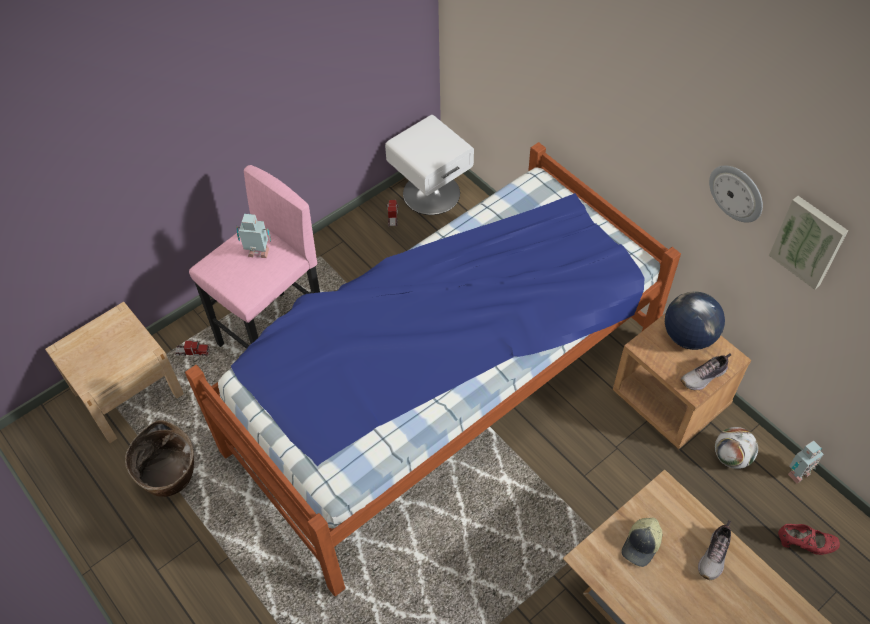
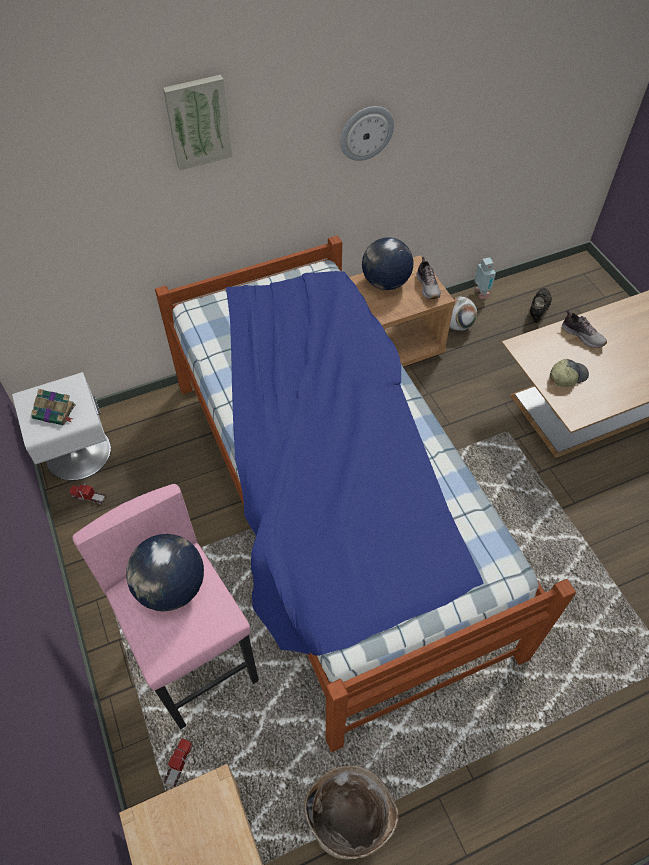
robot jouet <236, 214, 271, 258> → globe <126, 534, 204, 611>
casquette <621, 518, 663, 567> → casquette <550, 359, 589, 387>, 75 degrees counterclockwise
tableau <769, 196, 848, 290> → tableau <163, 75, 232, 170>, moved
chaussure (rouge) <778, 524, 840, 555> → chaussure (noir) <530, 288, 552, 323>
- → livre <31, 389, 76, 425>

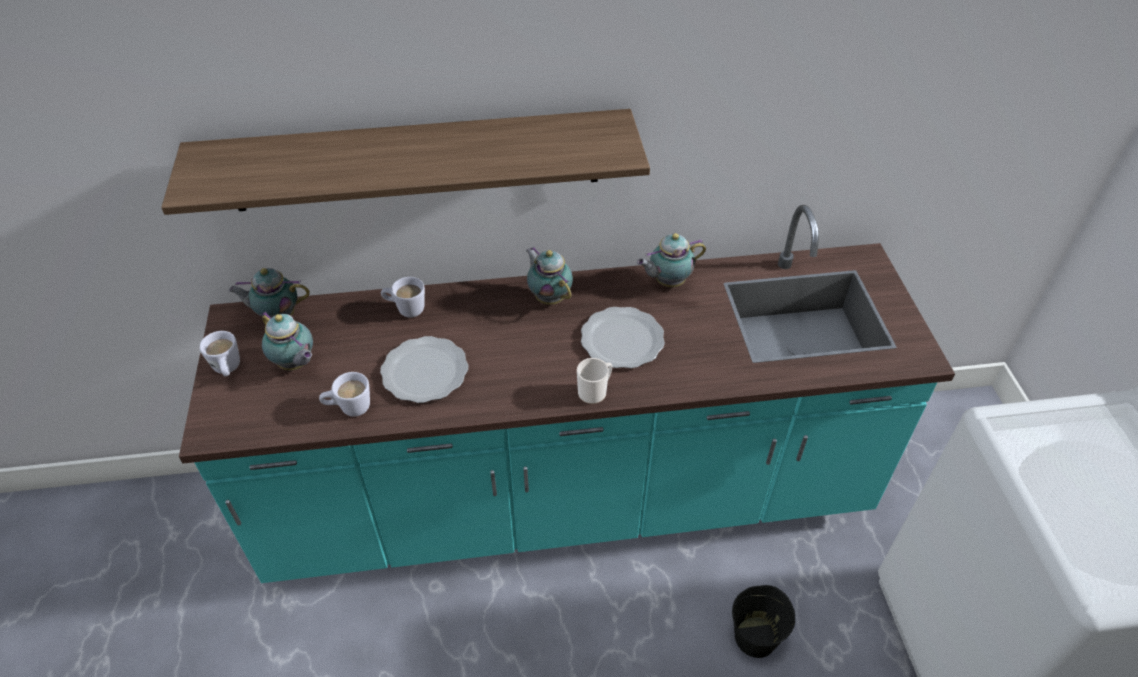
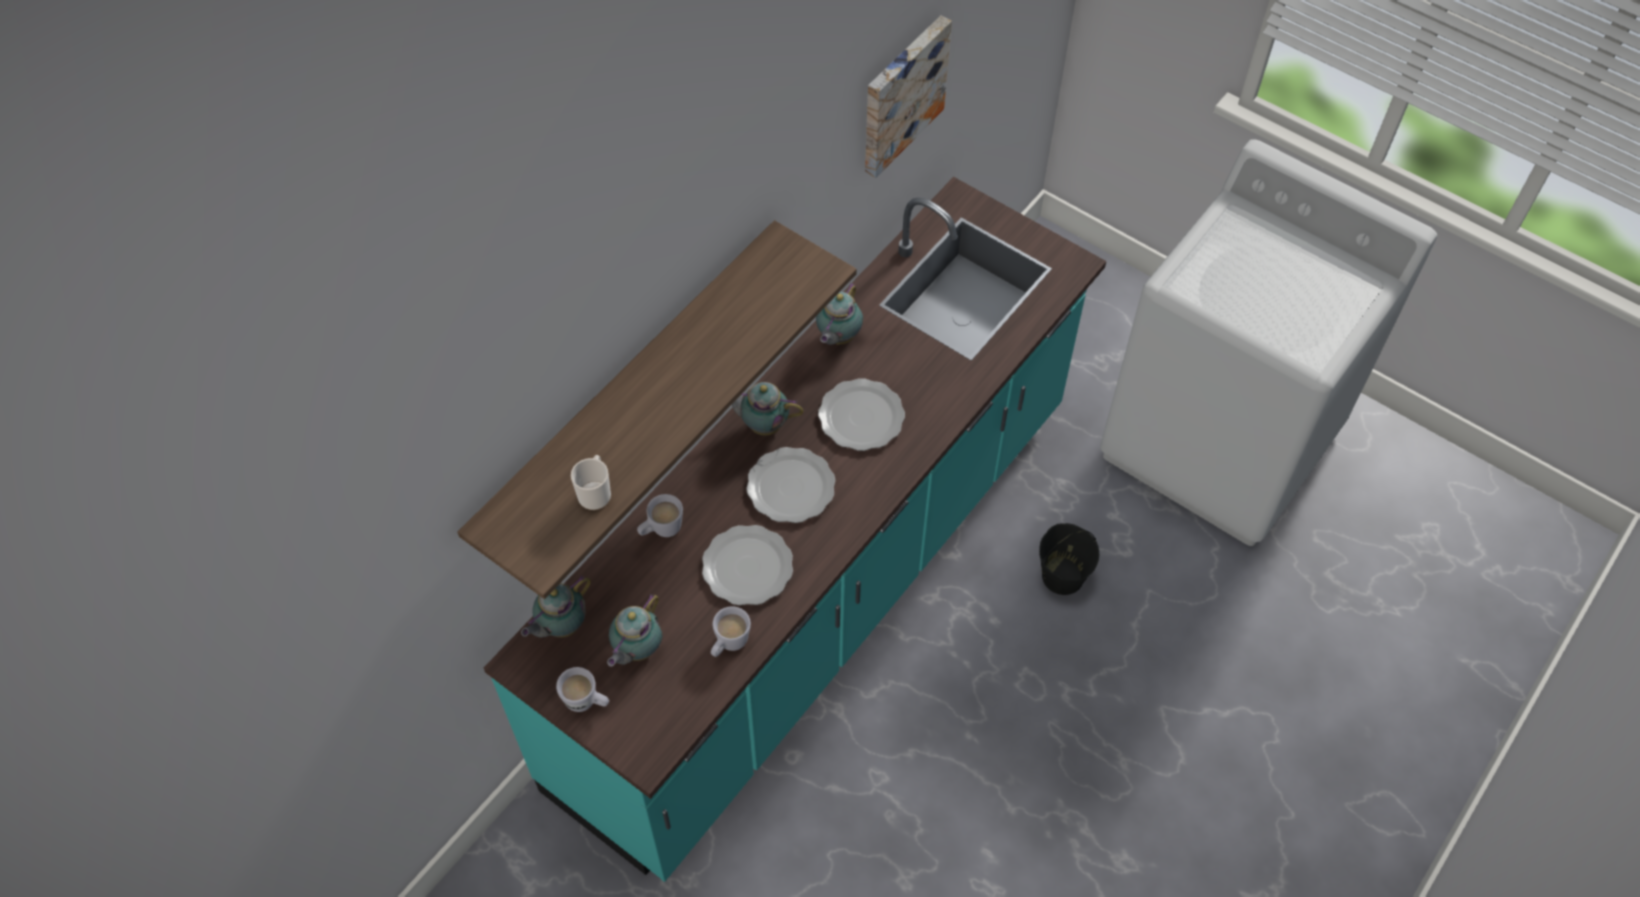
théière <262, 311, 313, 370> → théière <607, 594, 662, 667>, 120 degrees clockwise
mug <577, 358, 612, 404> → mug <571, 455, 611, 510>, moved
- → assiette <746, 447, 835, 523>
- → tableau <865, 15, 952, 178>

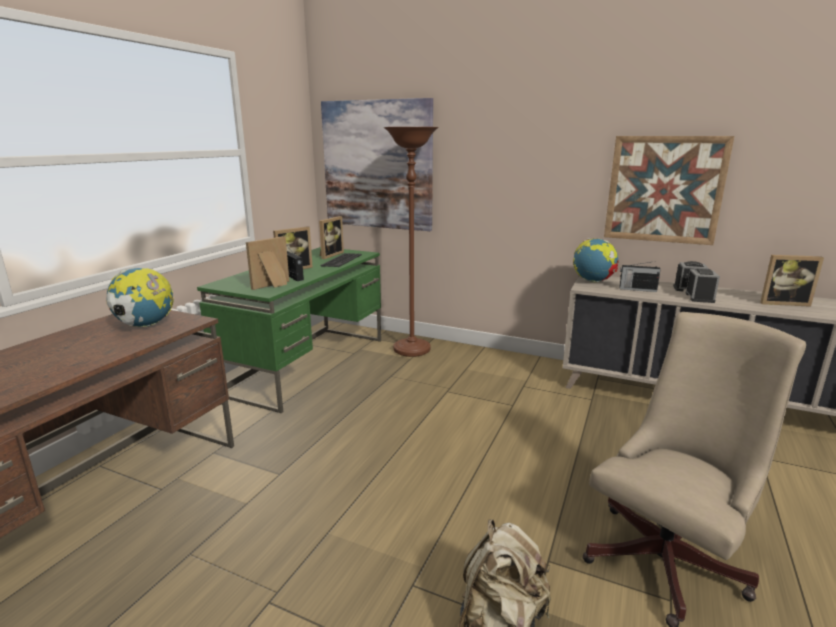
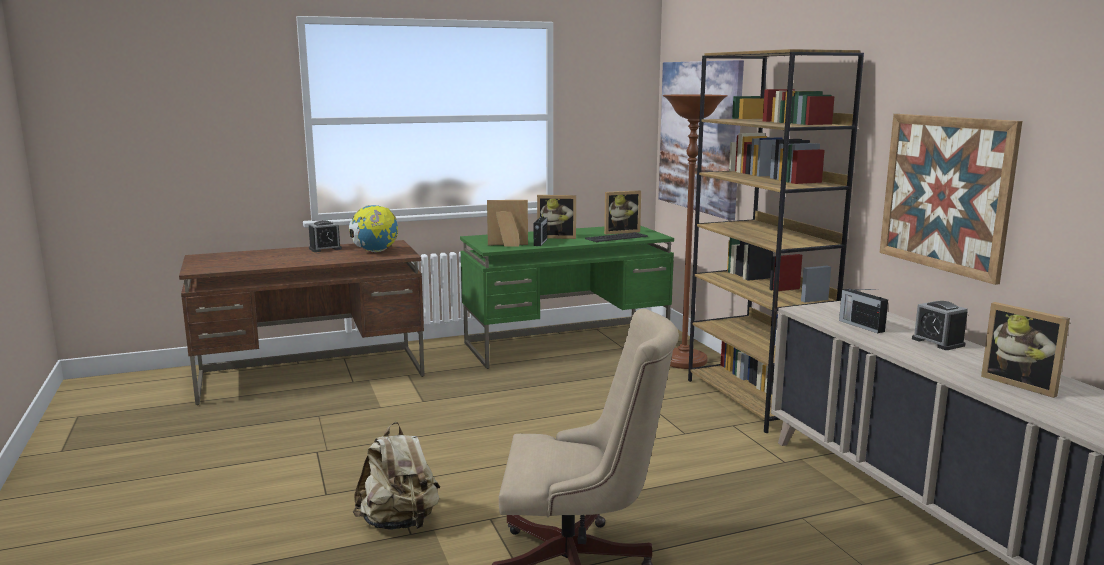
globe <573, 238, 619, 282> → -
réveil <685, 269, 720, 303> → réveil <309, 220, 342, 252>, moved
- → bibliothèque (marron) <688, 49, 864, 433>

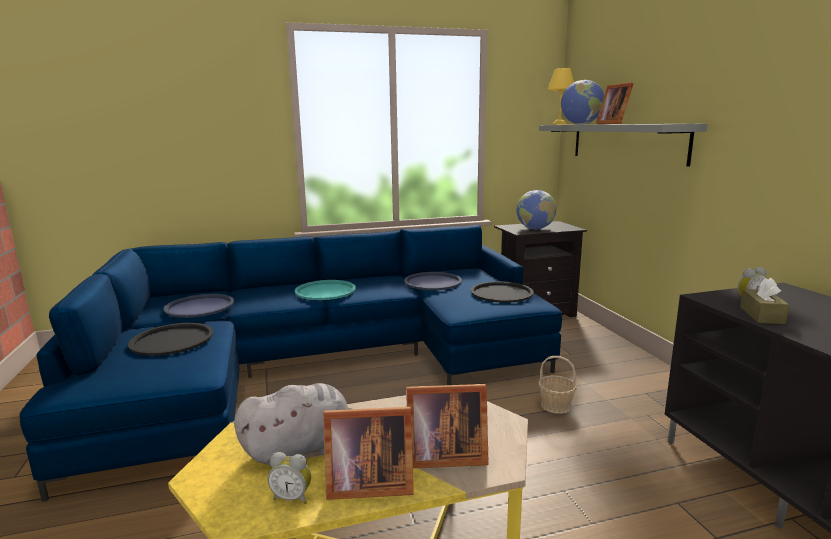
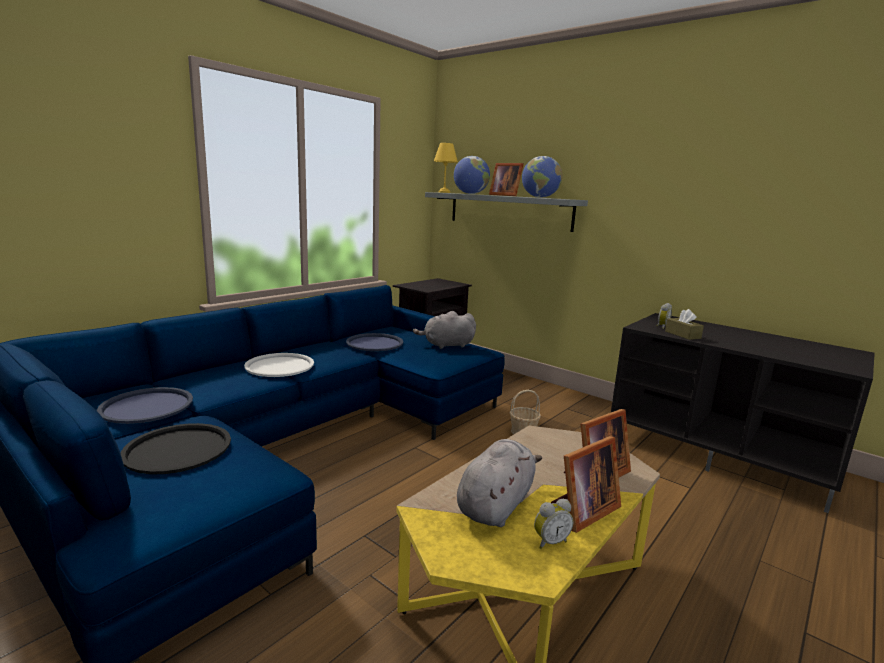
plateau (turquoise) <295, 280, 356, 300> → plateau (blanc) <244, 353, 314, 377>
plateau (noir) <471, 281, 534, 303> → peluche (gris) <413, 311, 476, 349>
globe <516, 190, 556, 229> → globe <522, 156, 562, 198>, moved

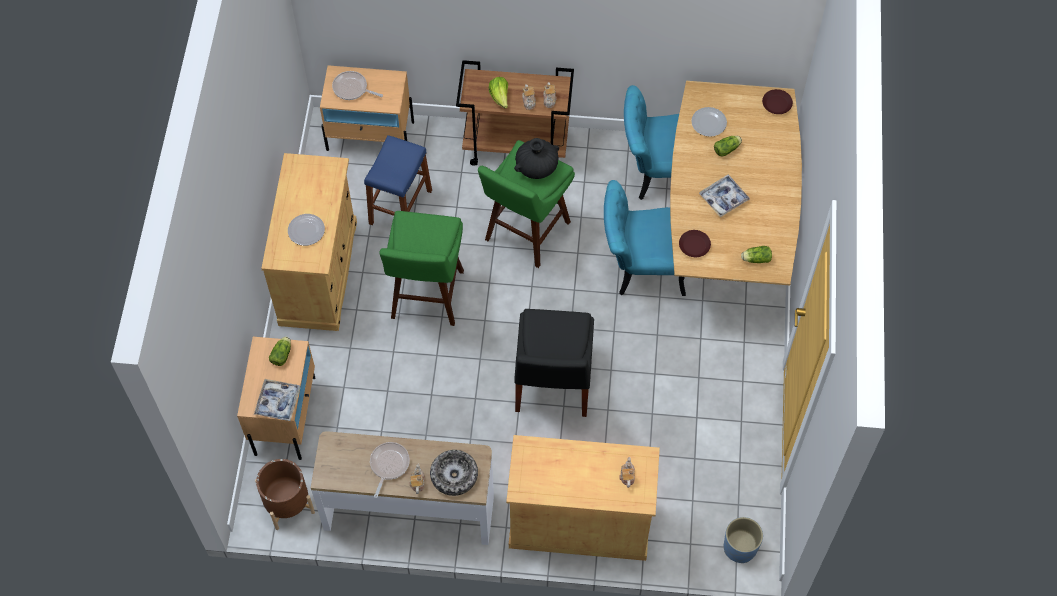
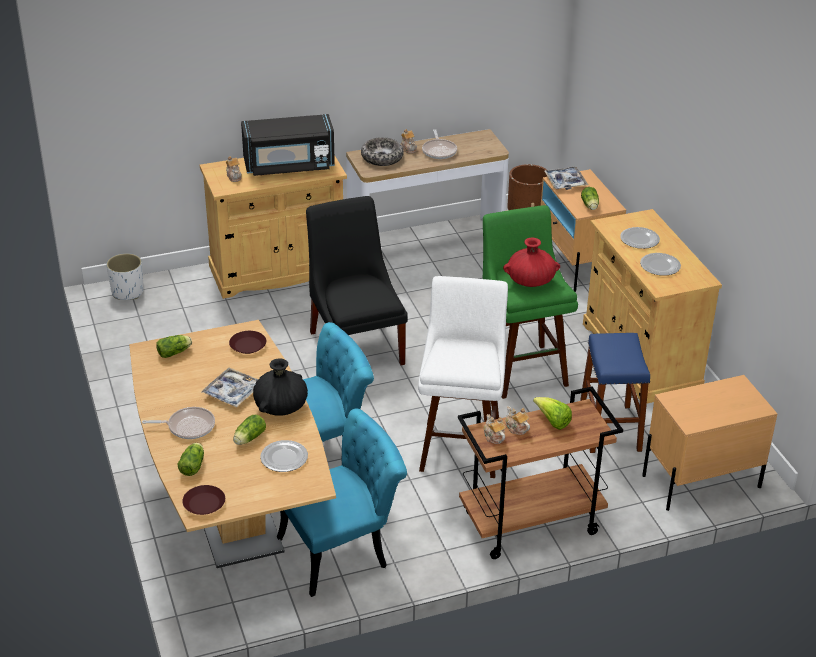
poêle <332, 71, 383, 100> → poêle <142, 407, 215, 439>, moved
tabouret (vert) <478, 140, 575, 268> → tabouret (blanc) <418, 276, 508, 478>
vase (noir) <514, 138, 559, 179> → vase (noir) <253, 358, 308, 416>, moved
cache-pot (bleu) <724, 517, 763, 563> → cache-pot (blanc) <106, 253, 144, 300>
- → laitue <178, 443, 204, 476>
- → micro-ondes (noir) <241, 114, 335, 176>
- → vase (rouge) <503, 238, 560, 287>
- → assiette <640, 253, 681, 276>

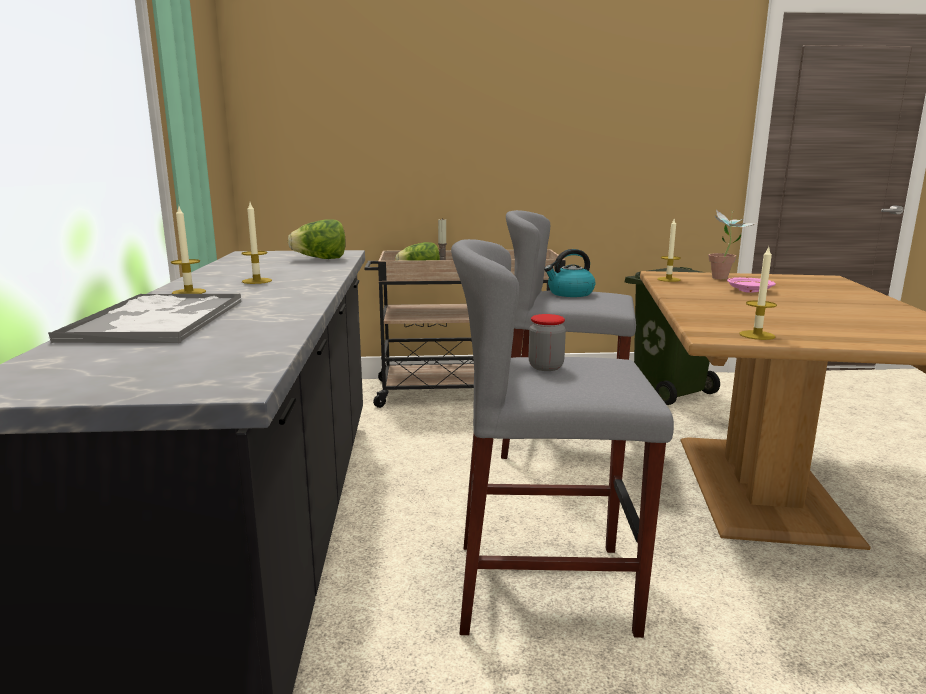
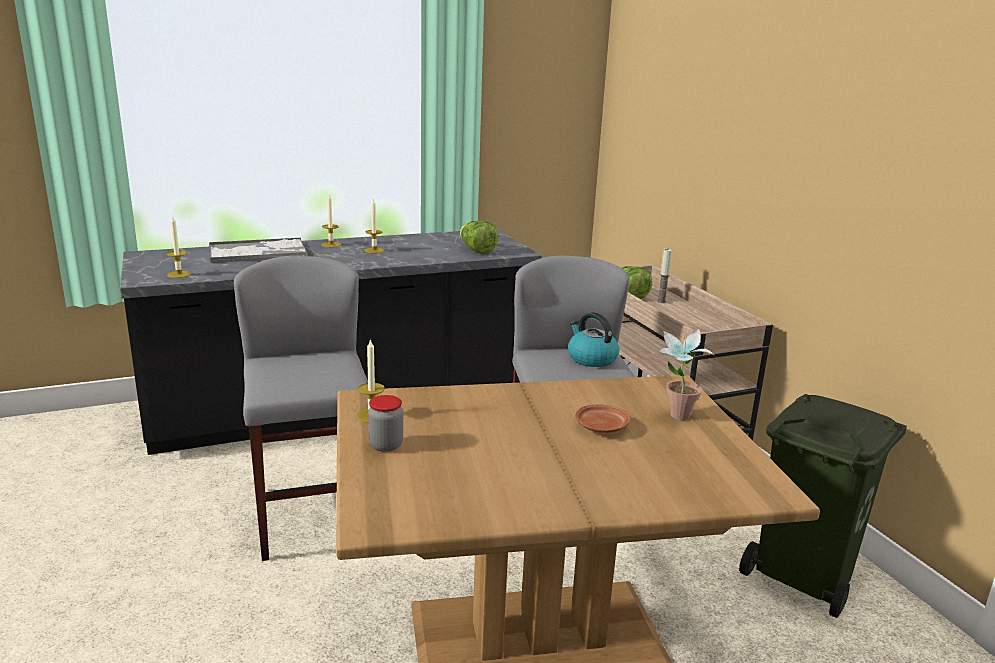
bocal <529, 314, 566, 371> → bocal <368, 395, 403, 452>, moved
bougie <657, 219, 681, 282> → bougie <166, 215, 191, 278>, moved
assiette (rose) <727, 277, 776, 293> → assiette (marron) <575, 405, 630, 433>

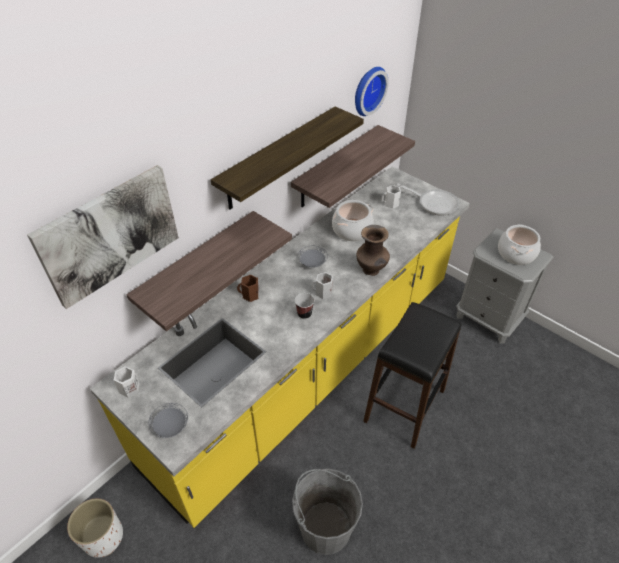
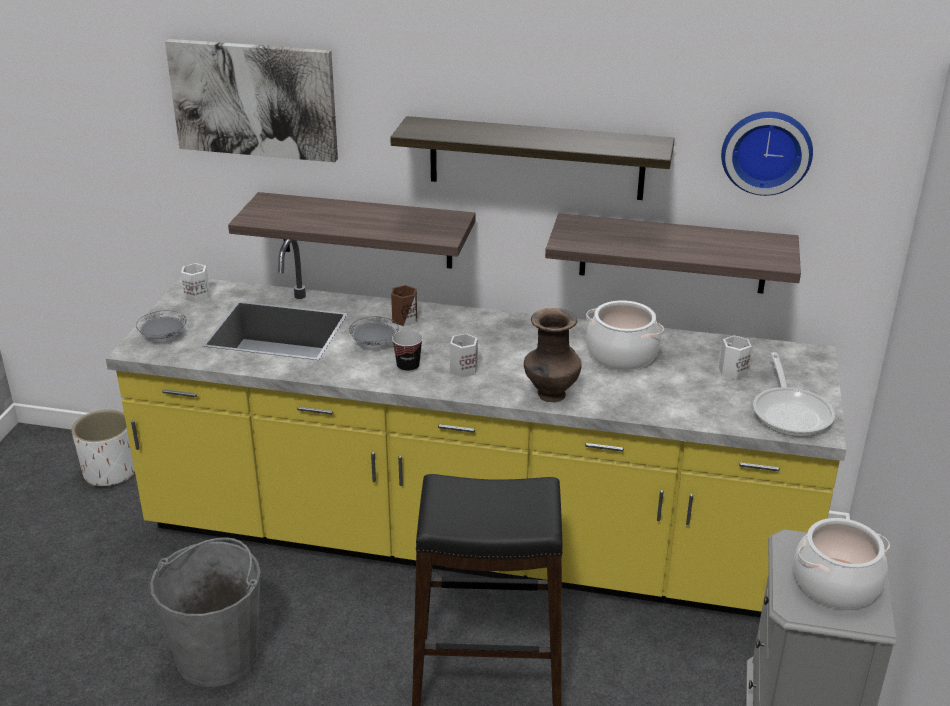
assiette (gris) <298, 246, 328, 268> → assiette (gris) <349, 316, 399, 345>, moved

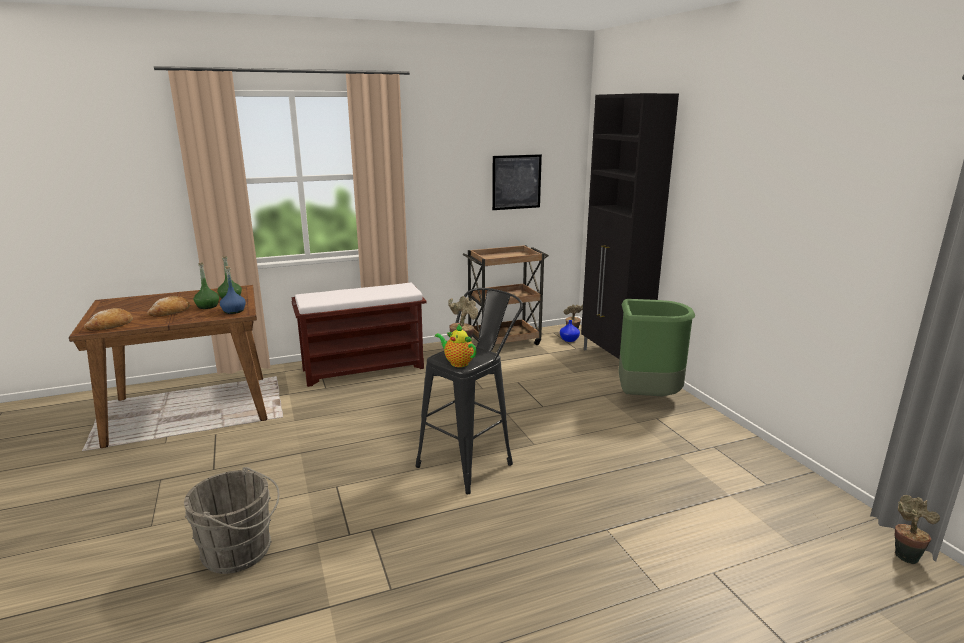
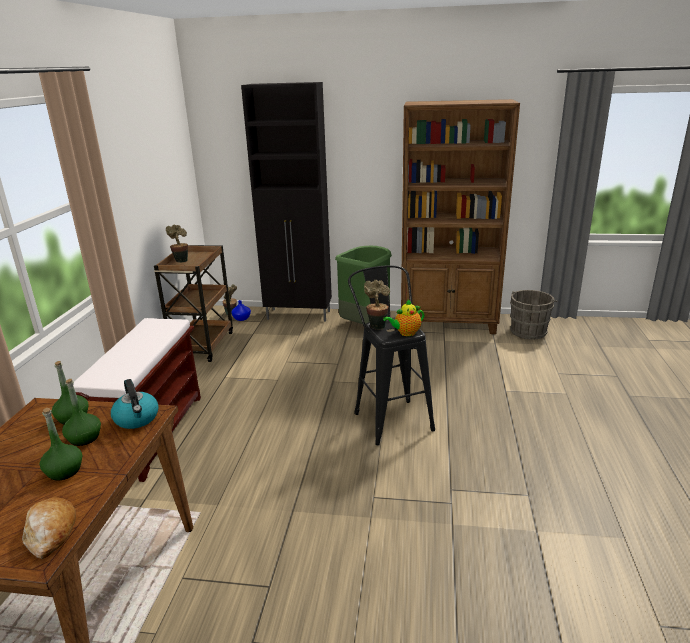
pain <147, 296, 190, 317> → bouteille (vert) <40, 408, 82, 481>
seau (gris) <184, 467, 280, 574> → seau (gris) <510, 290, 558, 339>, moved
bouteille (bleu) <220, 266, 246, 314> → bouilloire <111, 379, 159, 429>
tableau <492, 154, 542, 210> → -
plante en pot <895, 495, 940, 564> → plante en pot <166, 225, 188, 263>, moved
- → bibliothèque (marron) <401, 99, 520, 334>

